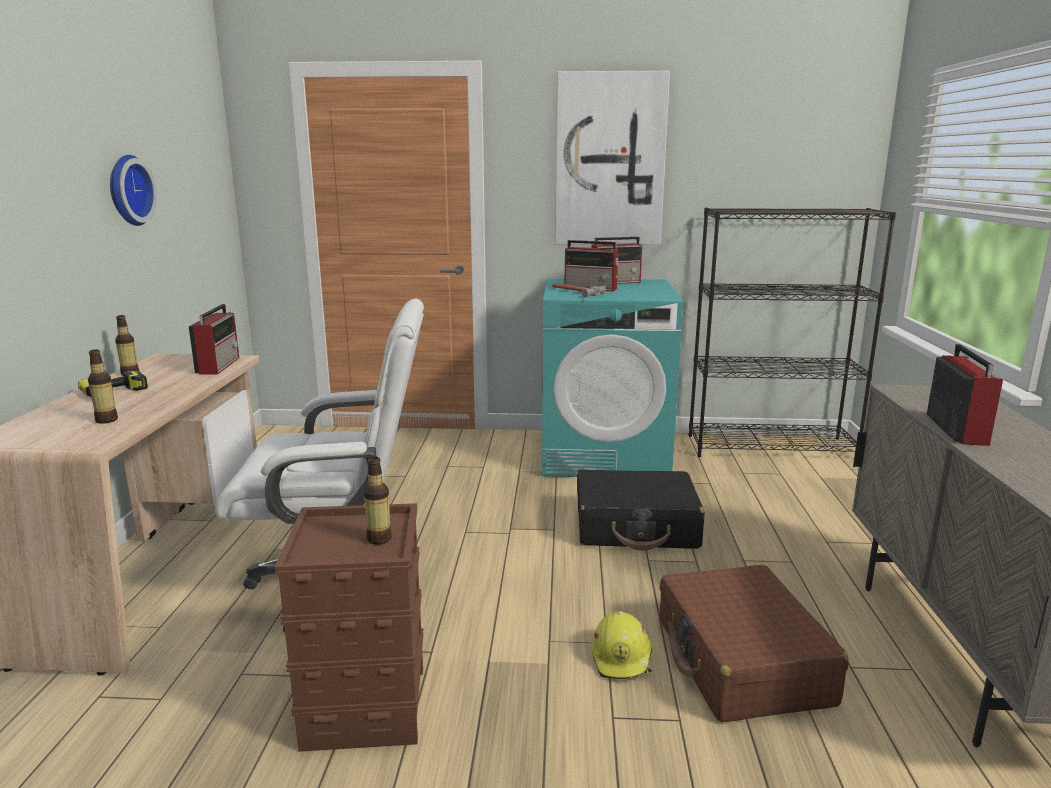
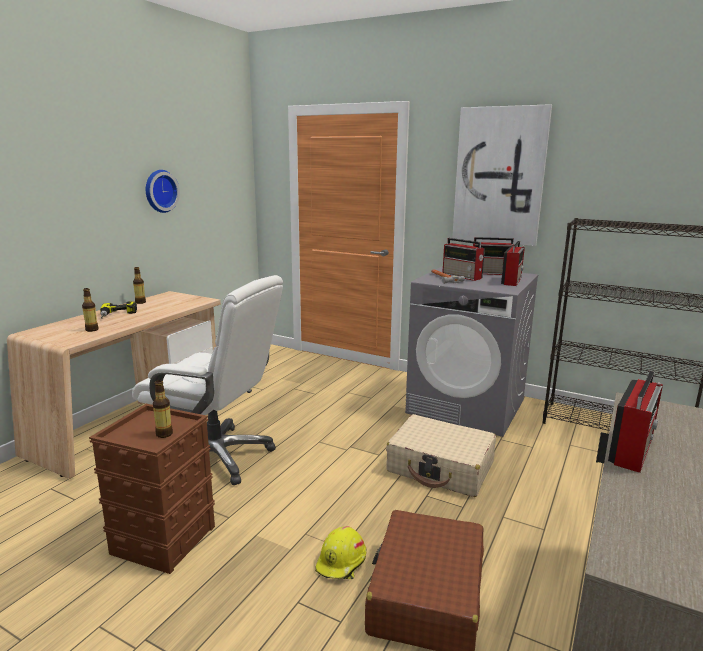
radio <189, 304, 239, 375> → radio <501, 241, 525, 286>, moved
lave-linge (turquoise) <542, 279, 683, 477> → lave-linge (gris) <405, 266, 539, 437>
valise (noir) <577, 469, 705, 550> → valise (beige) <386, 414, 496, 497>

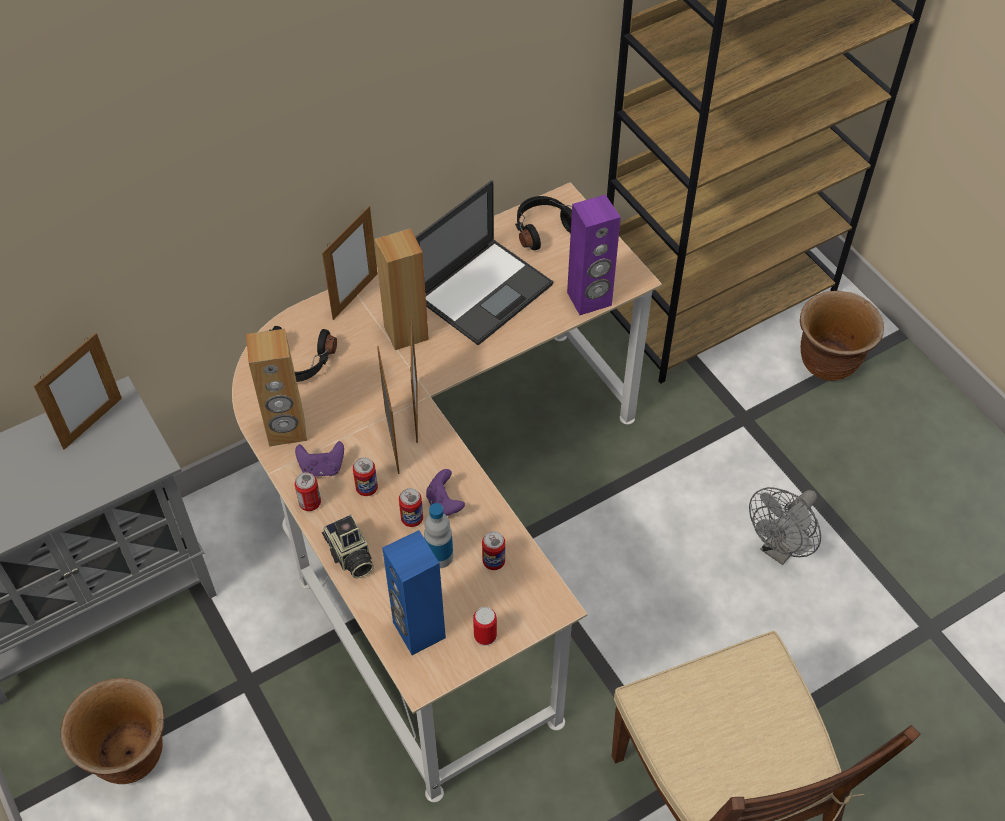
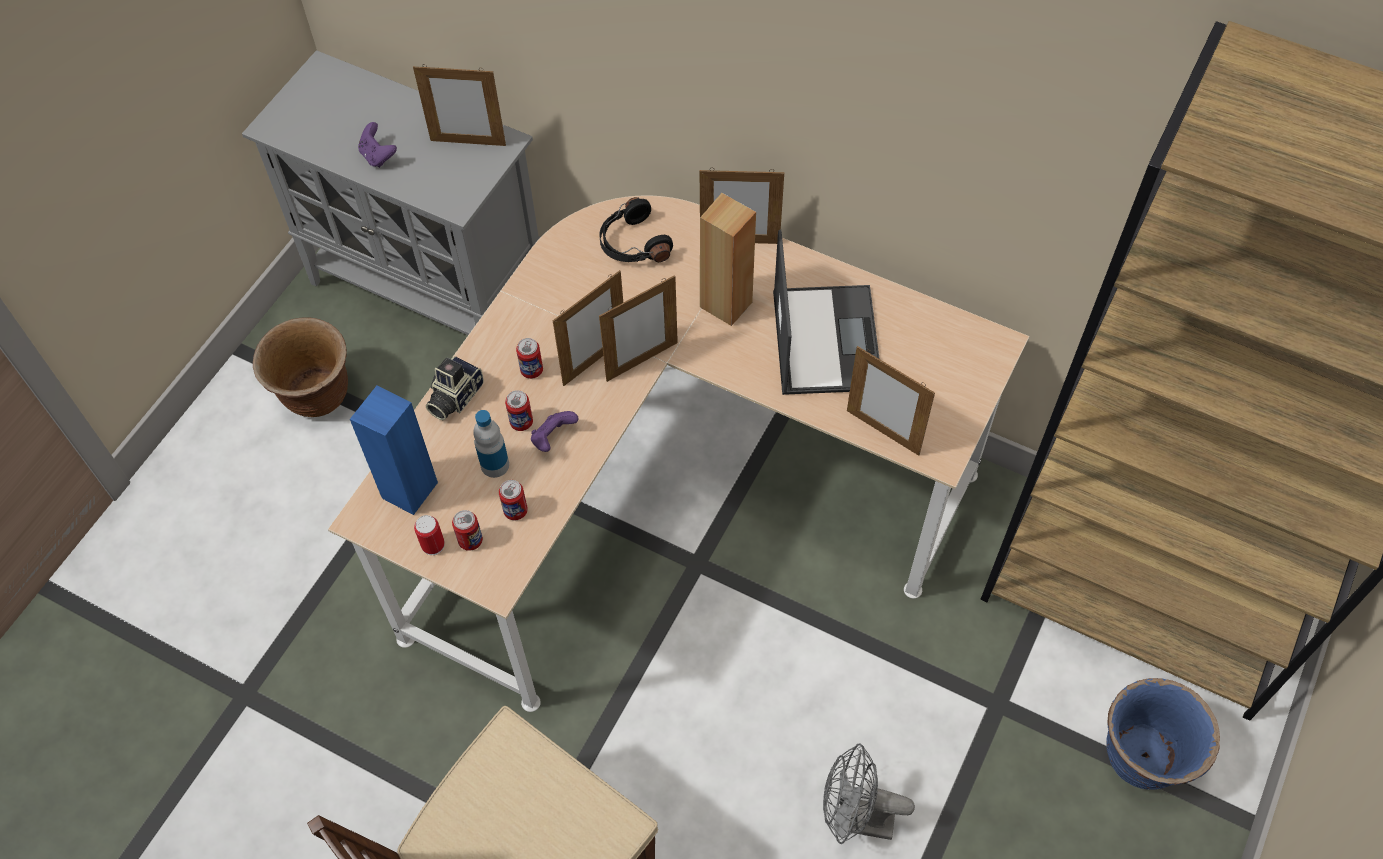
enceinte (marron) <246, 329, 307, 446> → -
manette (violet) <295, 441, 344, 477> → manette (violet) <358, 122, 397, 168>, moved
boîte métallique <295, 472, 321, 511> → boîte métallique <452, 510, 483, 551>, moved
ordinateur portable <415, 180, 553, 345> → ordinateur portable <773, 230, 880, 395>, 105 degrees counterclockwise
casque audio (noir) <515, 196, 572, 250> → -
enceinte (violet) <567, 195, 621, 315> → cadre photo <847, 346, 935, 456>
cache-pot (marron) <800, 291, 884, 381> → cache-pot (bleu) <1106, 678, 1220, 790>

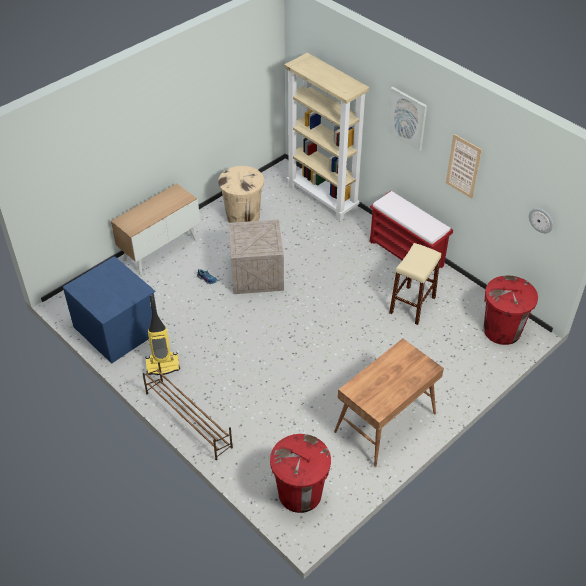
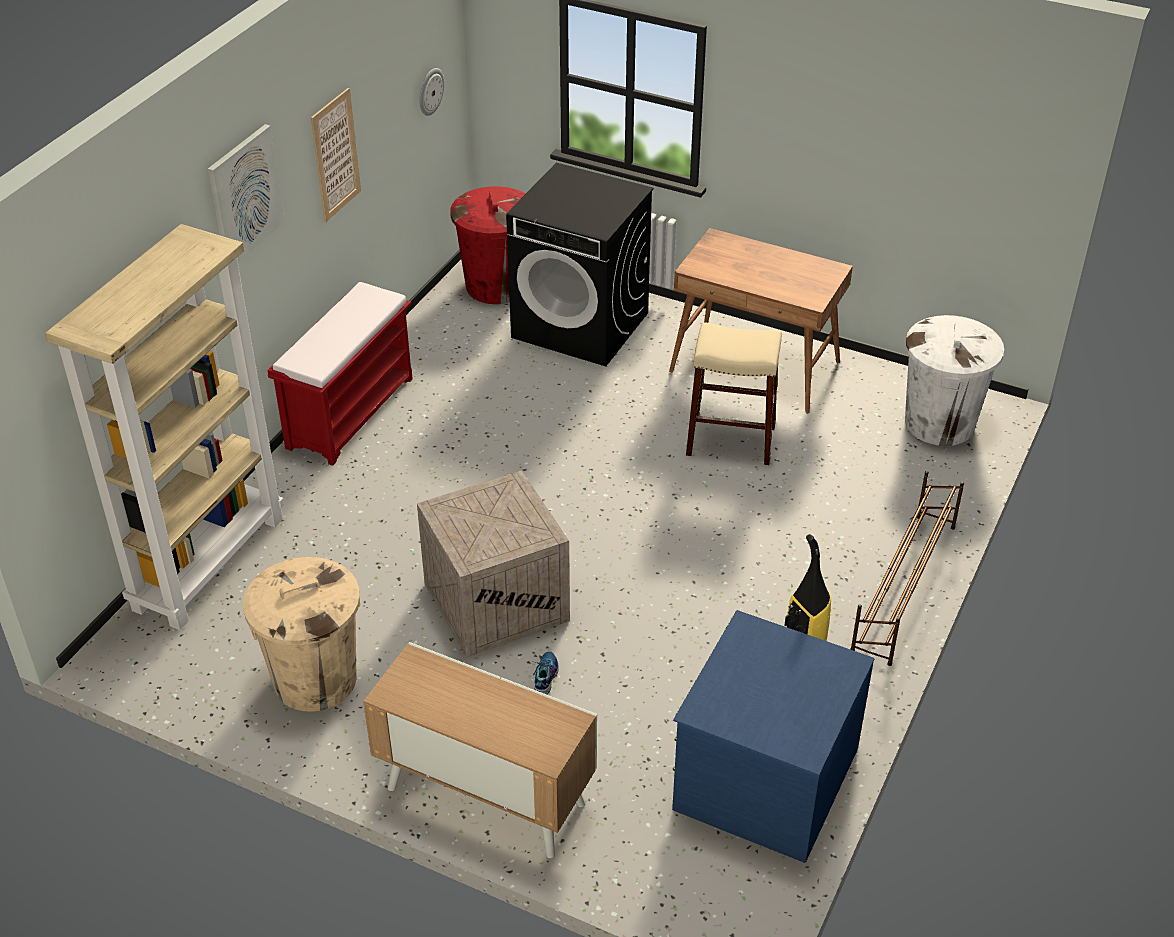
poubelle (rouge) <270, 434, 331, 513> → poubelle (blanc) <905, 315, 1004, 446>
tabouret (beige) <389, 243, 441, 325> → tabouret (beige) <686, 322, 782, 465>, moved
- → lave-linge (noir) <506, 163, 653, 366>

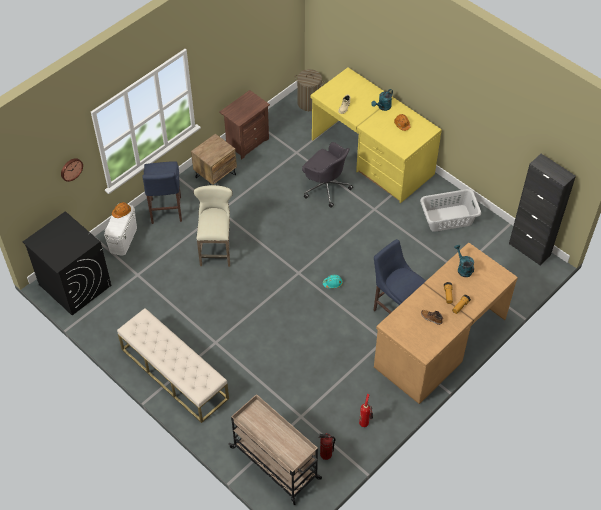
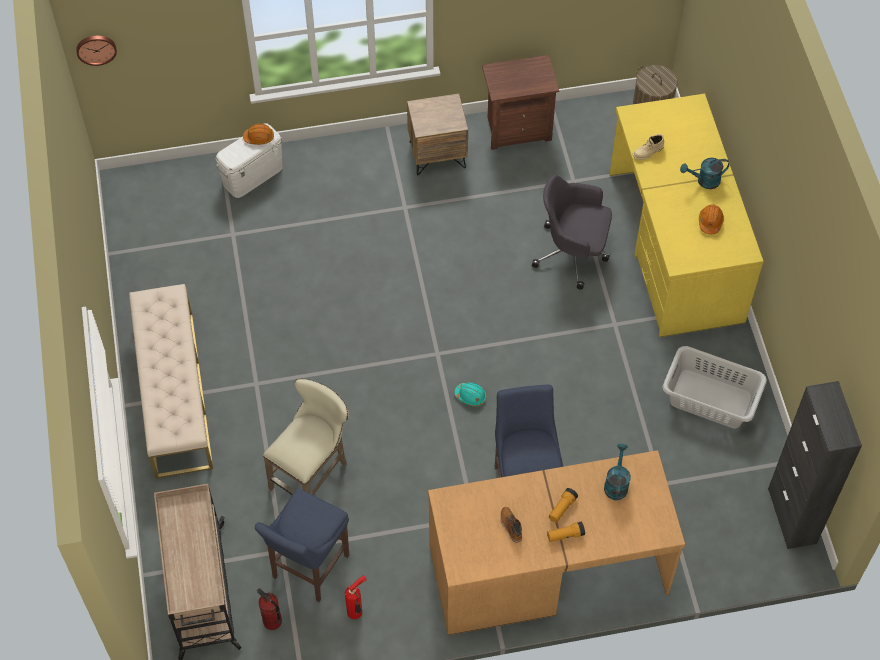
lave-linge (noir) <23, 211, 111, 315> → -
horloge murale <61, 158, 83, 182> → horloge murale <76, 36, 117, 66>, moved
tabouret (bleu) <142, 161, 182, 224> → tabouret (bleu) <255, 488, 349, 602>, moved
tabouret (beige) <194, 185, 233, 267> → tabouret (beige) <263, 379, 349, 495>, moved
chaise de bureau (gris) <302, 142, 353, 208> → chaise de bureau (gris) <532, 174, 612, 290>, 120 degrees clockwise

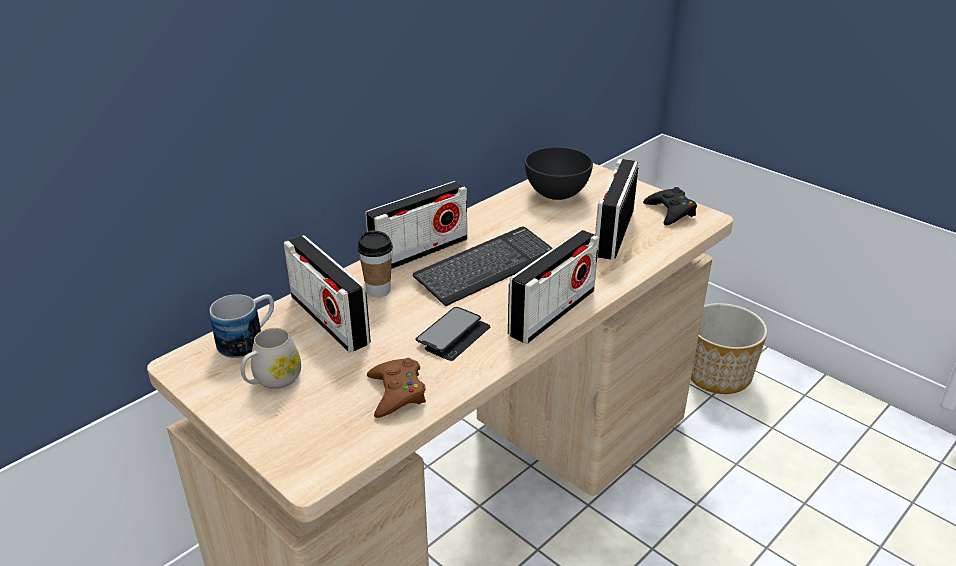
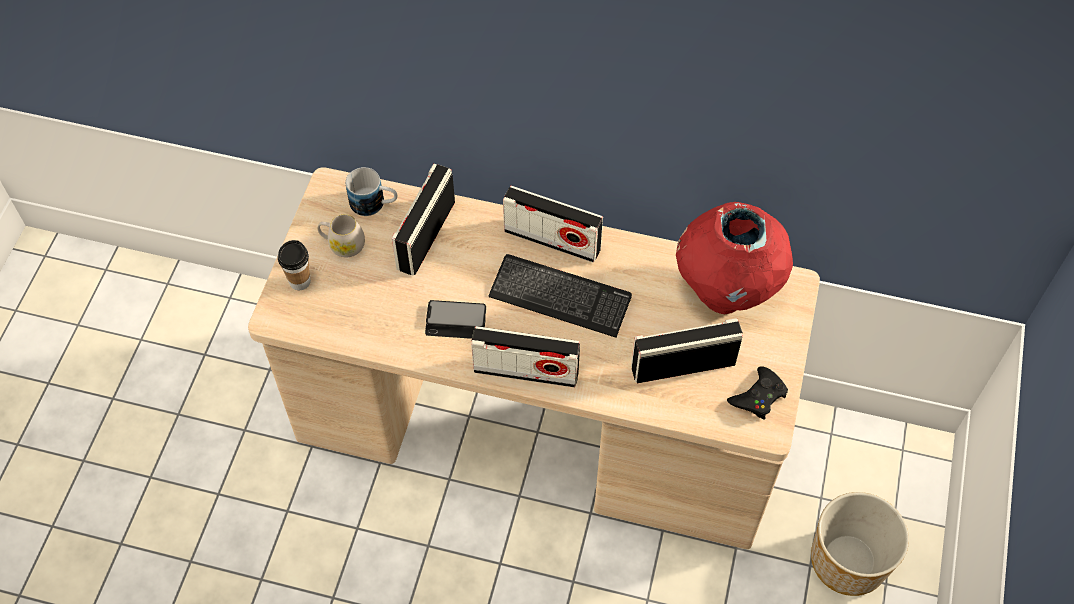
tasse <358, 231, 393, 297> → tasse <278, 240, 311, 290>, moved
manette (marron) <367, 358, 426, 418> → -
bol (gris) <525, 147, 593, 200> → vase (rouge) <676, 202, 793, 314>

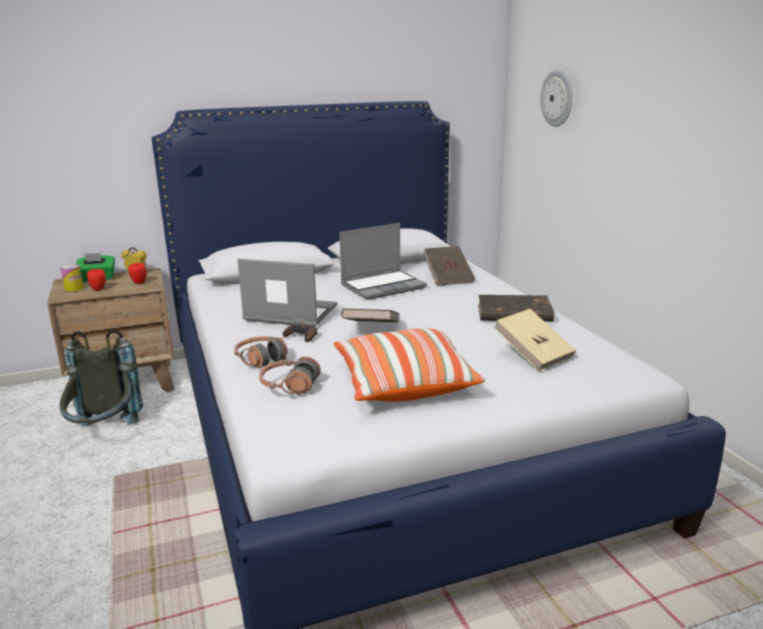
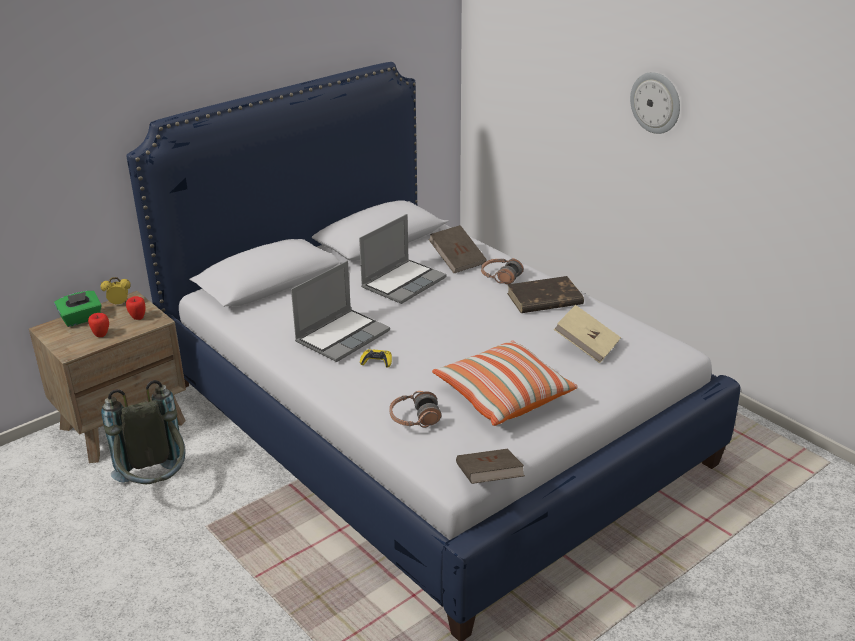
boîte métallique <60, 264, 83, 292> → -
casque audio <234, 336, 288, 368> → casque audio <481, 258, 524, 284>, moved
ordinateur portable <237, 259, 337, 327> → ordinateur portable <291, 261, 390, 362>, 135 degrees clockwise
manette (marron) <282, 323, 317, 342> → manette (jaune) <360, 349, 392, 368>
livre (marron) <341, 308, 400, 323> → livre (marron) <456, 449, 525, 484>, moved
horloge murale <541, 70, 573, 127> → horloge murale <630, 72, 680, 134>, moved

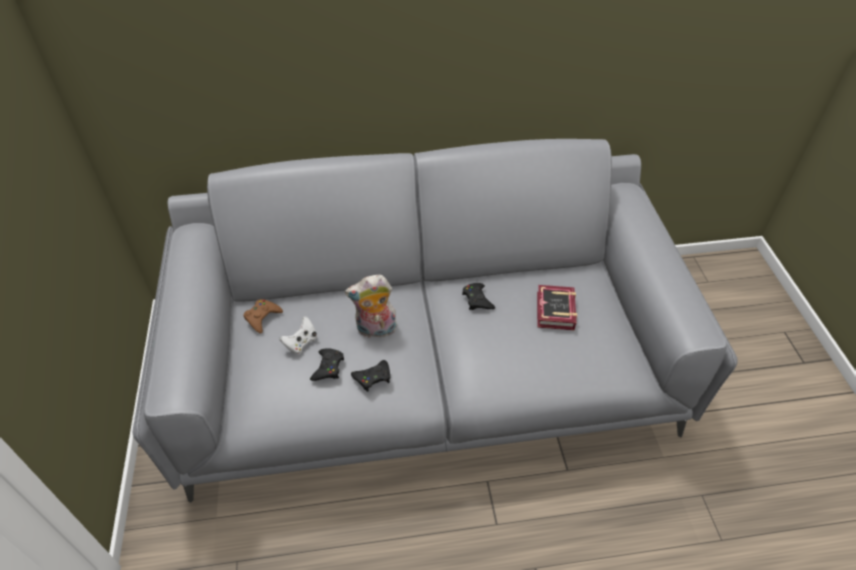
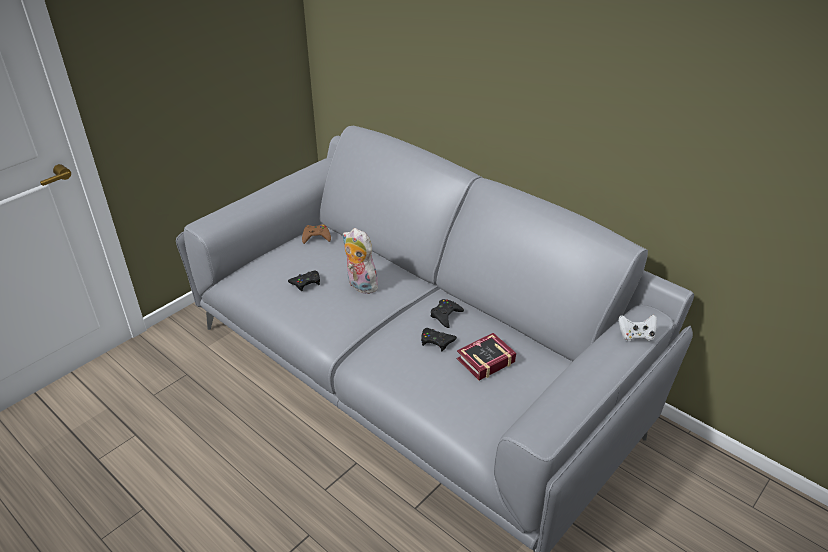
manette (blanc) <280, 316, 317, 354> → manette (blanc) <619, 314, 657, 341>, moved
manette (noir) <351, 360, 390, 392> → manette (noir) <421, 328, 457, 351>, moved

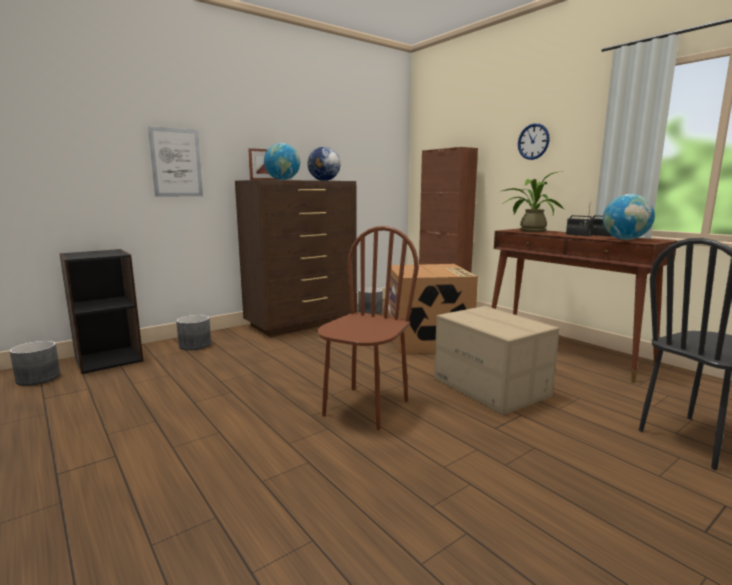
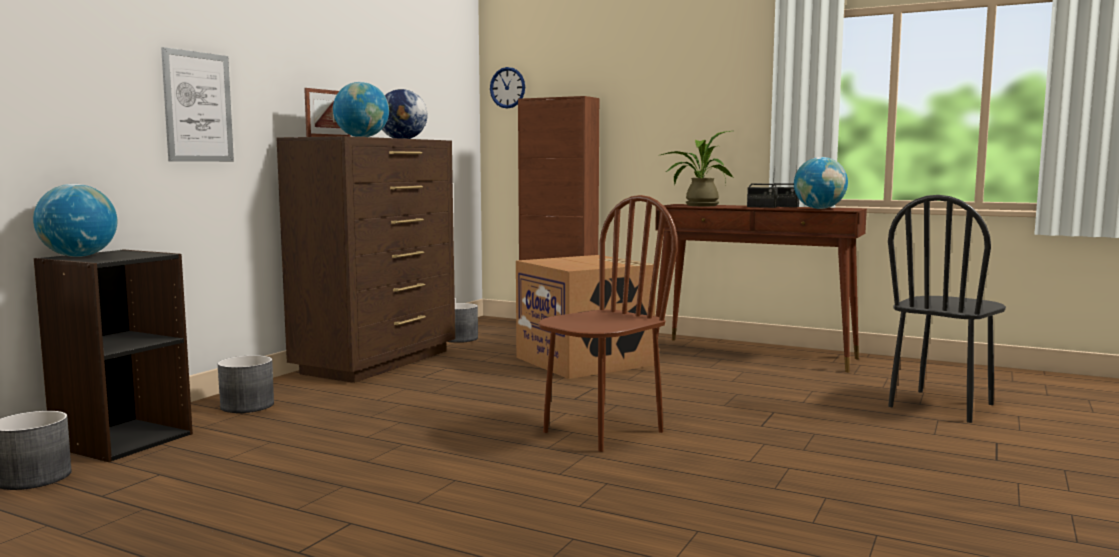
chaise (marron) <318, 226, 419, 430> → chaise (marron) <538, 195, 678, 452>, 45 degrees clockwise
carton <434, 306, 560, 415> → -
horloge murale <518, 123, 550, 160> → horloge murale <490, 67, 525, 108>, moved
- → globe <33, 184, 117, 257>

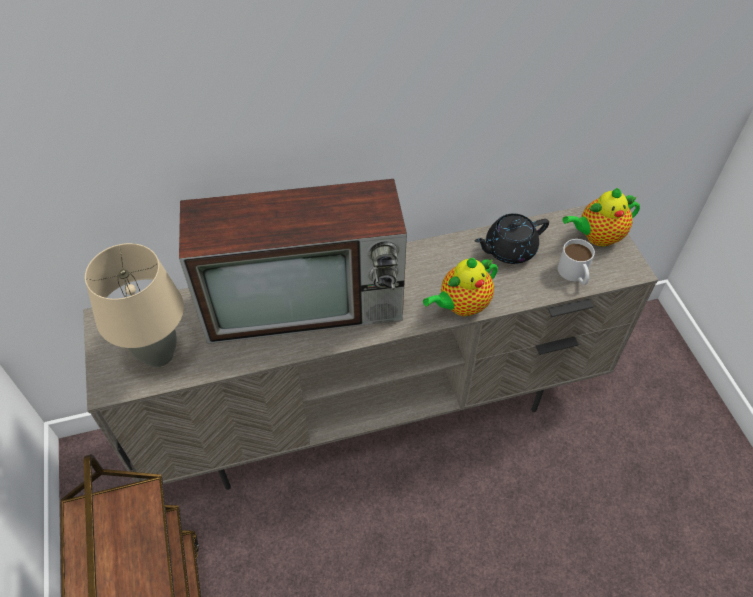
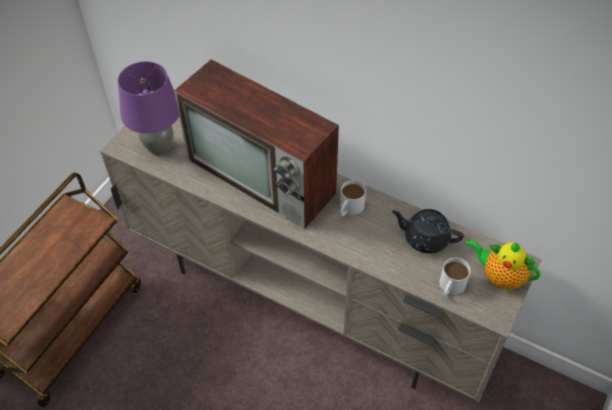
lampe de table (beige) <85, 243, 184, 367> → lampe de table (violet) <118, 61, 179, 156>
théière <423, 258, 498, 316> → -
- → mug (blanc) <340, 180, 366, 216>

